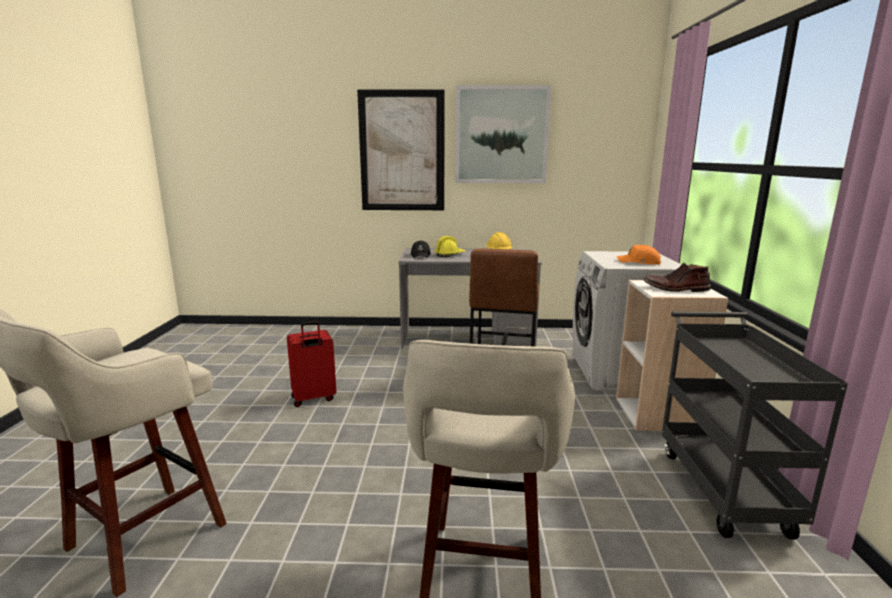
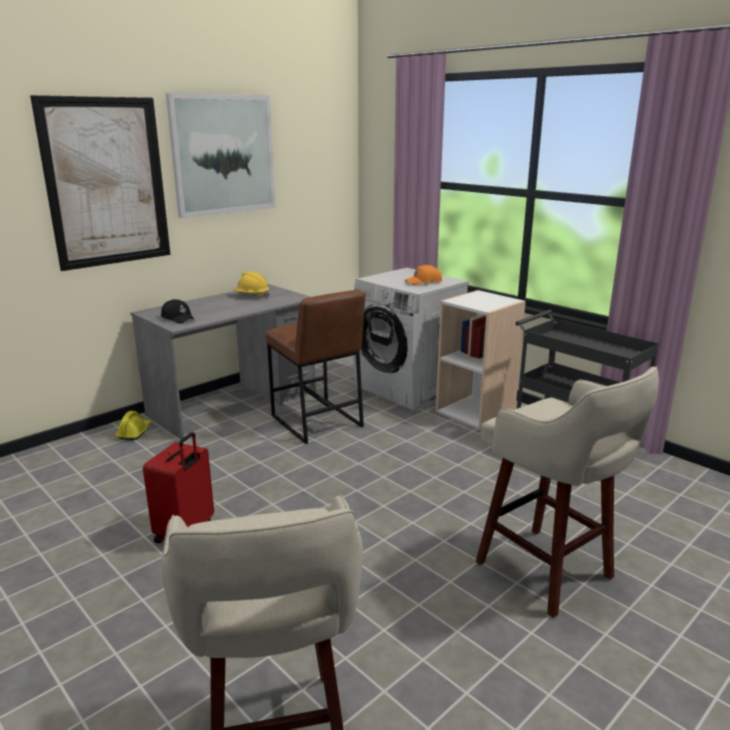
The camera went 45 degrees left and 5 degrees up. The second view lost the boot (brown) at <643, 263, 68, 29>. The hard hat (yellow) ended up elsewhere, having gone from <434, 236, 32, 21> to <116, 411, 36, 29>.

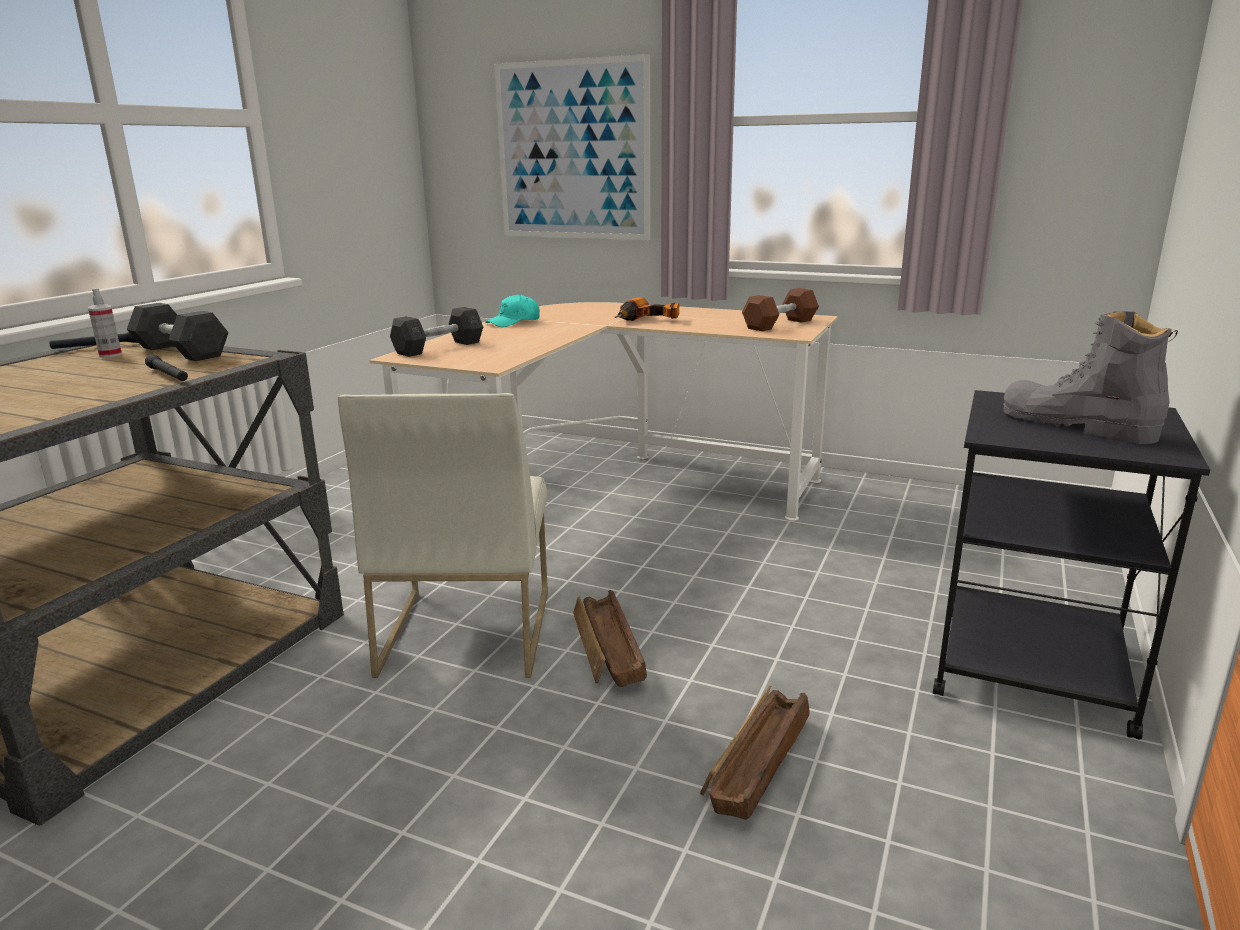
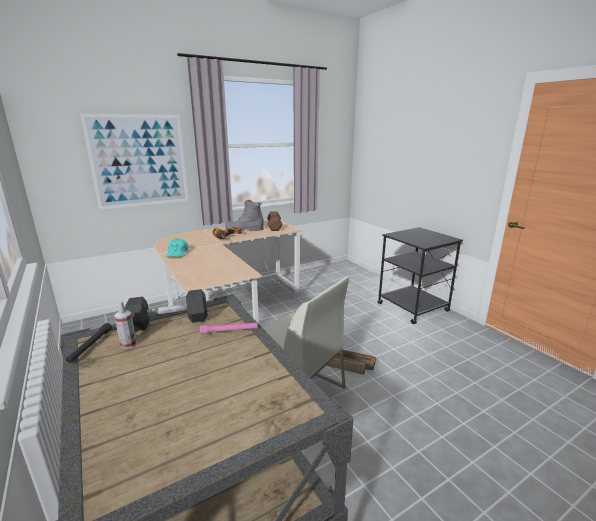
The camera went 55 degrees left and 0 degrees up. The second view lost the dumbbell (grey) at <390, 307, 93, 50>. The second view lost the crate at <700, 686, 109, 134>. The boot (grey) ended up elsewhere, having gone from <1003, 311, 175, 133> to <225, 200, 39, 31>. What was the flashlight (black) at <145, 355, 43, 26> turned into the flashlight (pink) at <200, 323, 58, 11>.

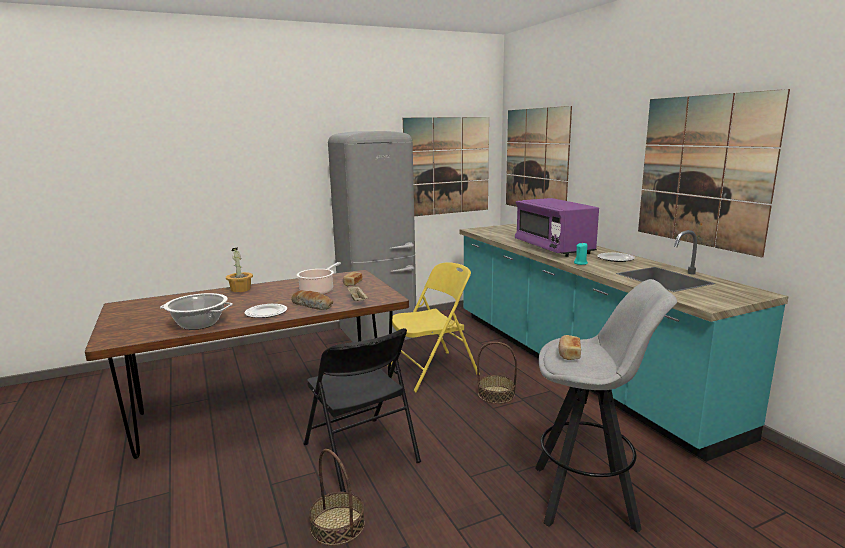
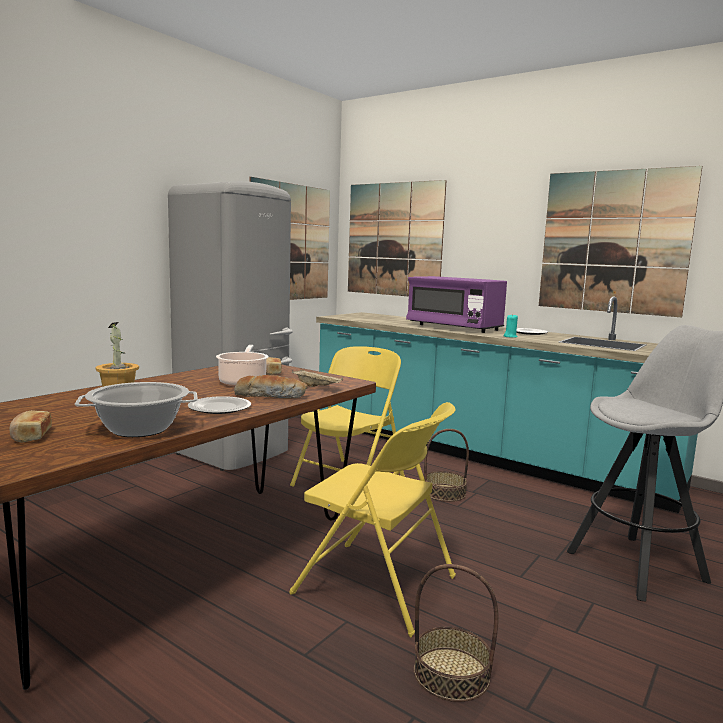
The camera went 30 degrees left and 5 degrees down. The bread ended up elsewhere, having gone from <559, 335, 22, 25> to <10, 410, 42, 33>. What was the chair (black) at <304, 328, 117, 164> turned into the chair (yellow) at <289, 402, 167, 235>.

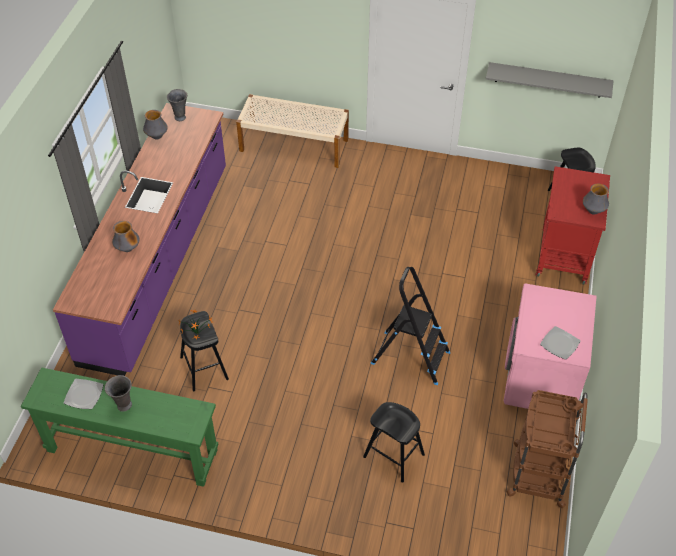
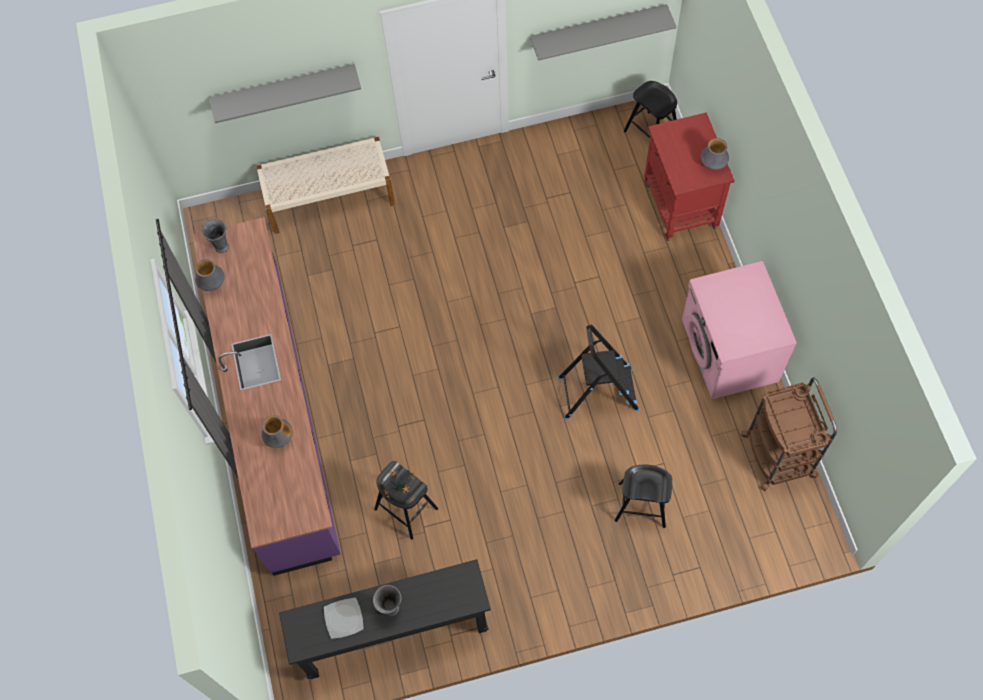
The camera went 25 degrees left and 15 degrees up. The second view lost the plate at <540, 326, 40, 33>. The second view gained the shelf (grey) at <209, 64, 152, 59>. What was the console table (green) at <21, 367, 198, 120> turned into the console table (black) at <279, 559, 212, 120>.

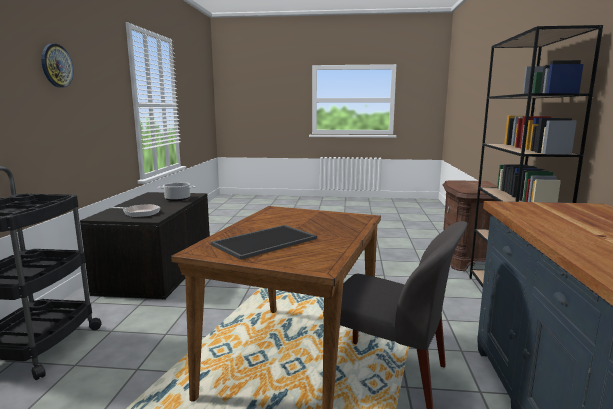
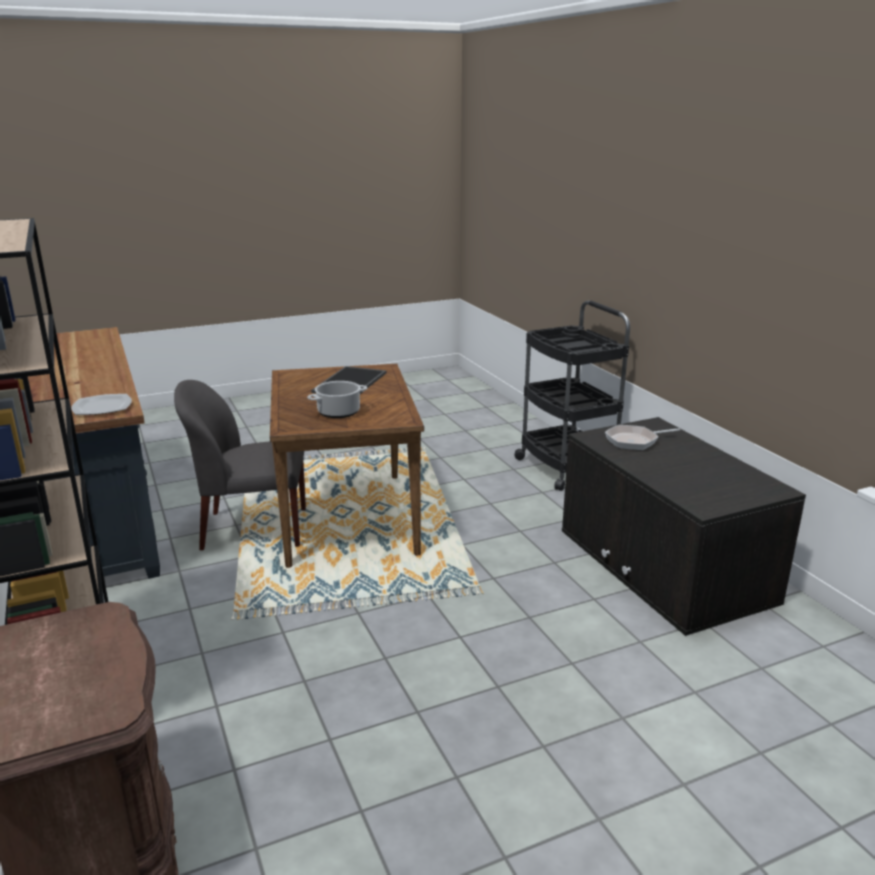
The camera went 150 degrees right and 10 degrees up. The second view lost the wall clock at <41, 44, 32, 44>. The second view gained the plate at <71, 394, 61, 21>. The cooking pot ended up elsewhere, having gone from <158, 182, 38, 19> to <307, 381, 61, 37>.

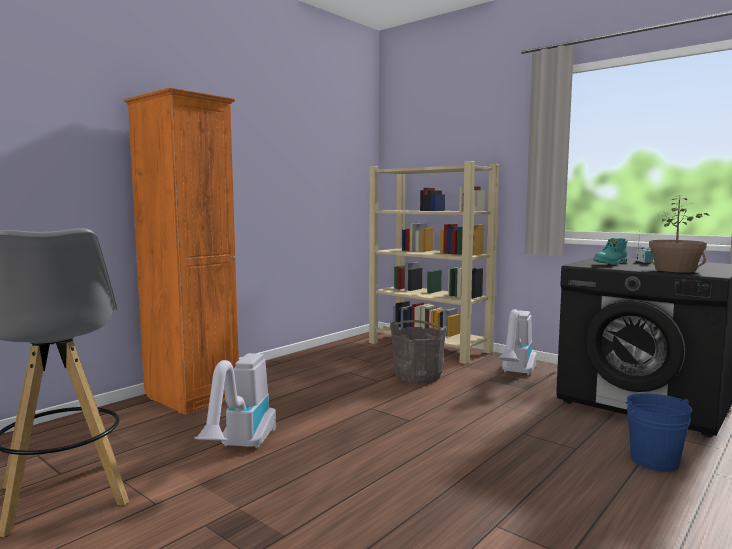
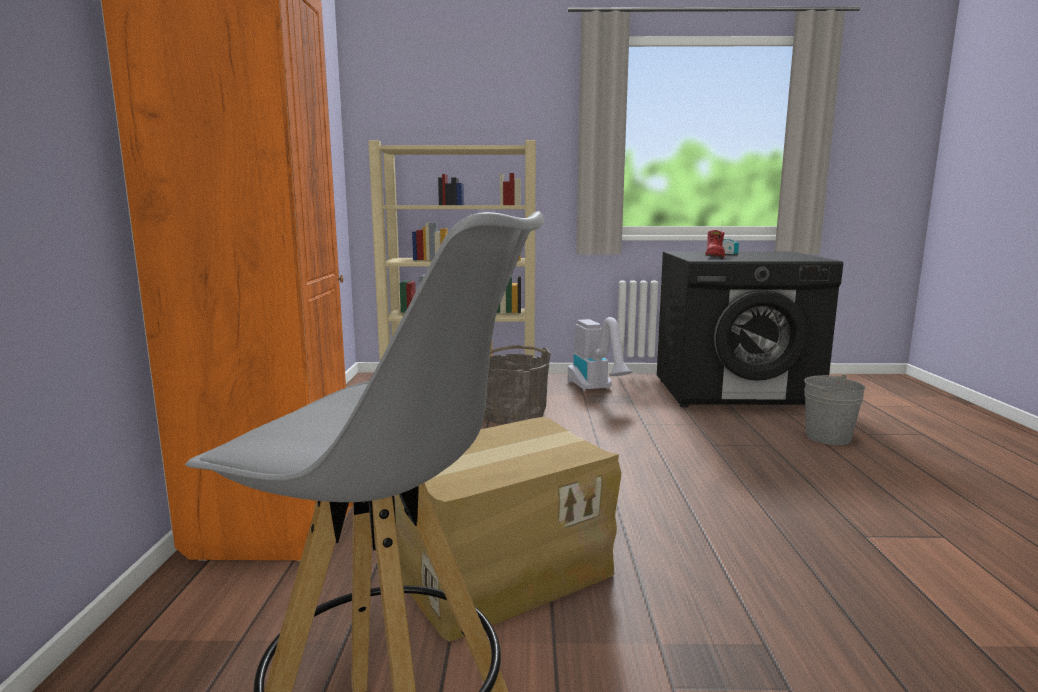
The camera went 40 degrees left and 5 degrees up. The second view lost the potted plant at <647, 195, 63, 77>. Where the vacuum cleaner stood at <195, 353, 81, 95>, the cardboard box came to stand at <394, 417, 227, 225>. What was the boot (turquoise) at <593, 238, 35, 27> turned into the boot (red) at <705, 230, 20, 27>. What was the bucket (blue) at <625, 393, 67, 79> turned into the bucket (grey) at <804, 374, 61, 71>.

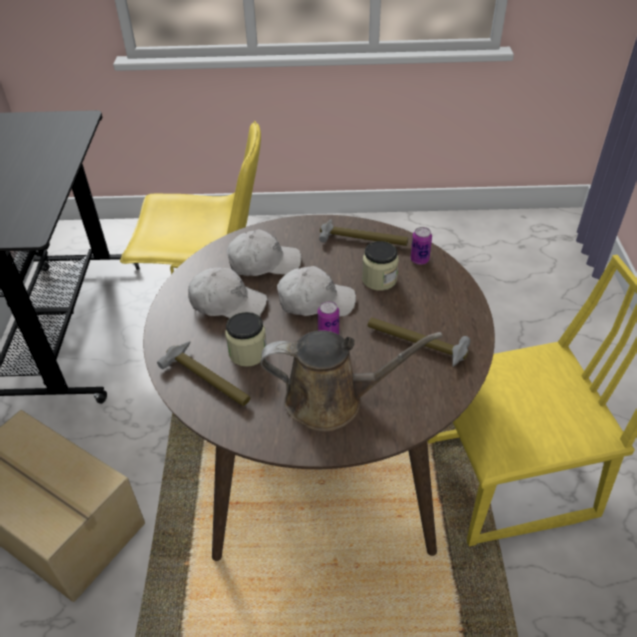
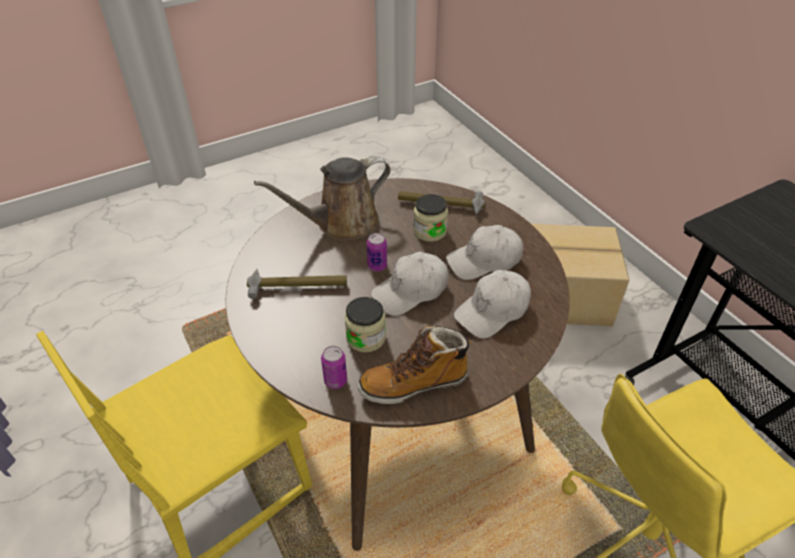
The camera went 150 degrees right and 0 degrees up. Where the hammer stood at <319, 219, 89, 27>, the boot came to stand at <358, 326, 115, 78>.

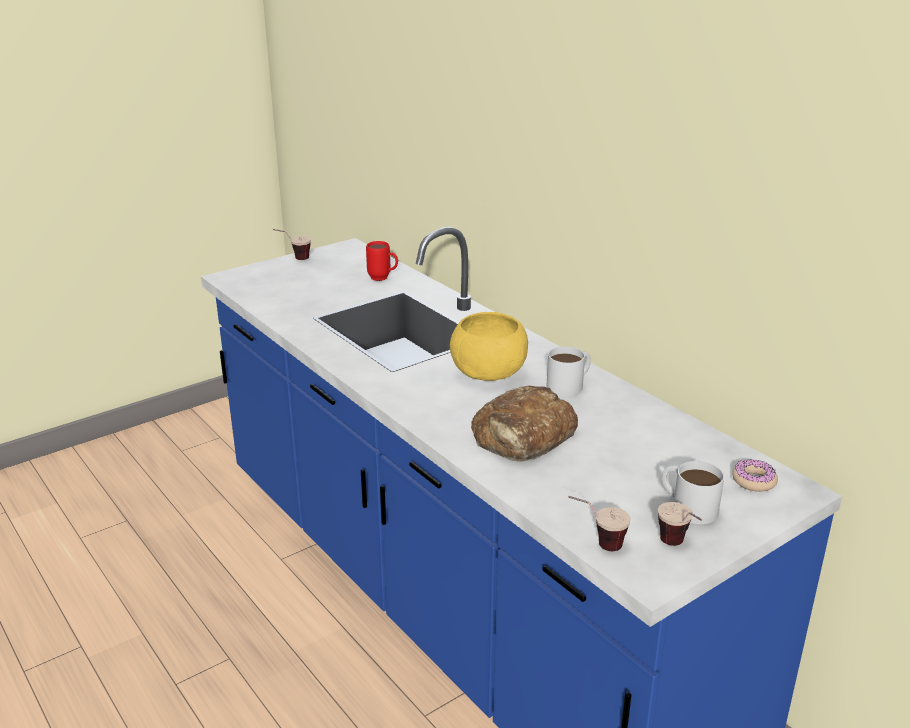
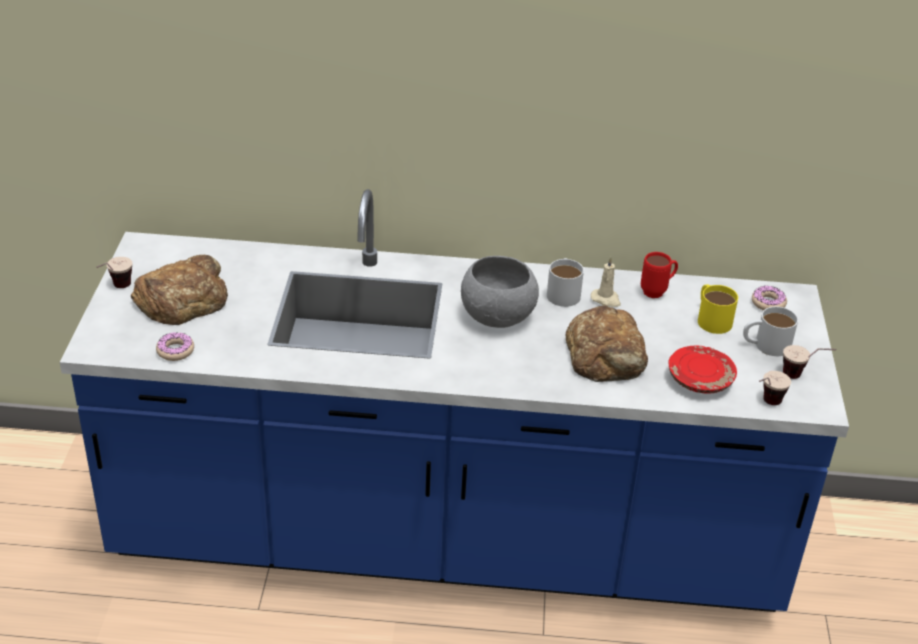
The camera went 50 degrees left and 10 degrees up. The second view gained the bread at <131, 255, 97, 70>. The second view gained the donut at <156, 332, 38, 29>. The second view gained the candle (beige) at <591, 257, 30, 50>. The second view gained the plate (red) at <669, 345, 68, 49>. The second view gained the mug (yellow) at <698, 284, 40, 50>. The mug (red) ended up elsewhere, having gone from <366, 241, 32, 40> to <641, 252, 37, 46>. What was the bowl (yellow) at <450, 312, 78, 69> turned into the bowl (grey) at <461, 256, 78, 72>.

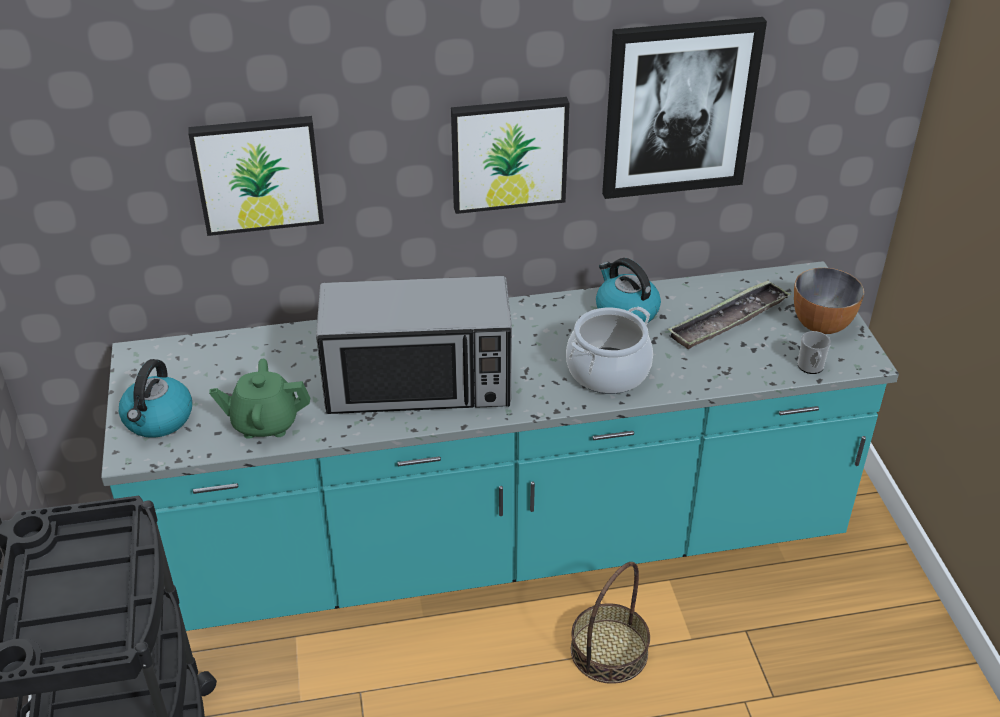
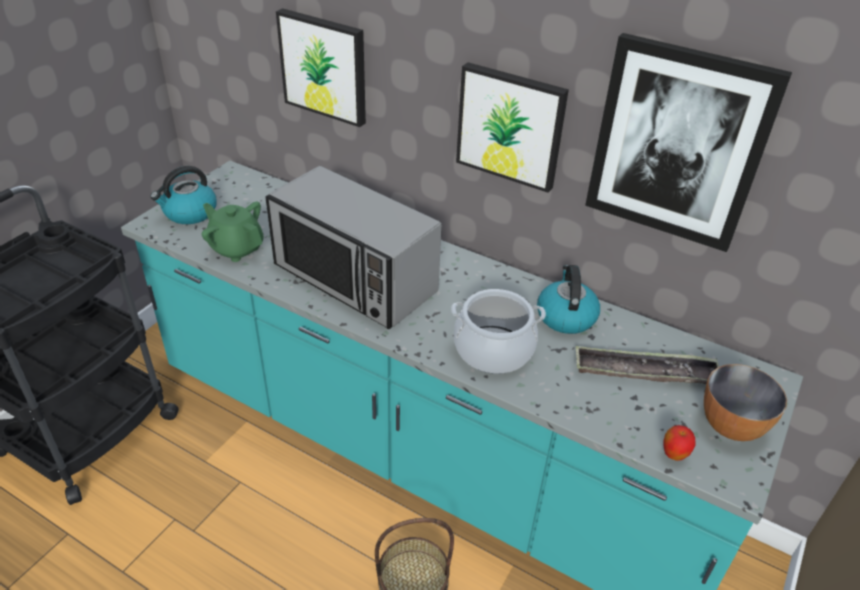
The camera went 40 degrees right and 0 degrees up. Where the mug stood at <797, 331, 34, 43>, the apple came to stand at <663, 425, 32, 36>.

